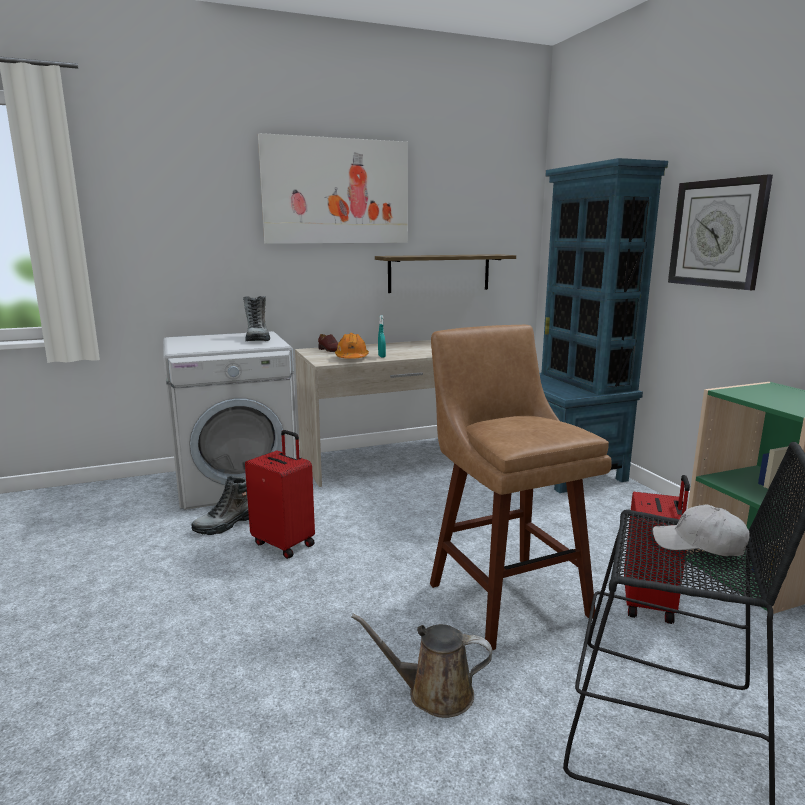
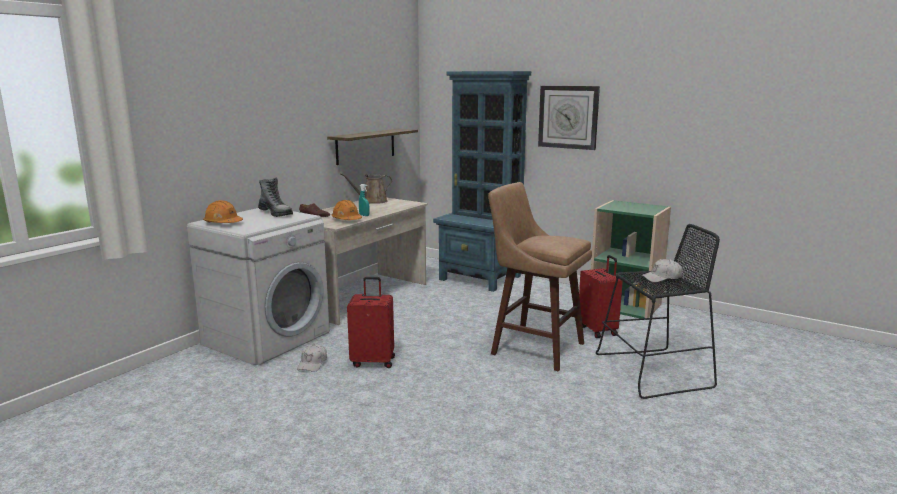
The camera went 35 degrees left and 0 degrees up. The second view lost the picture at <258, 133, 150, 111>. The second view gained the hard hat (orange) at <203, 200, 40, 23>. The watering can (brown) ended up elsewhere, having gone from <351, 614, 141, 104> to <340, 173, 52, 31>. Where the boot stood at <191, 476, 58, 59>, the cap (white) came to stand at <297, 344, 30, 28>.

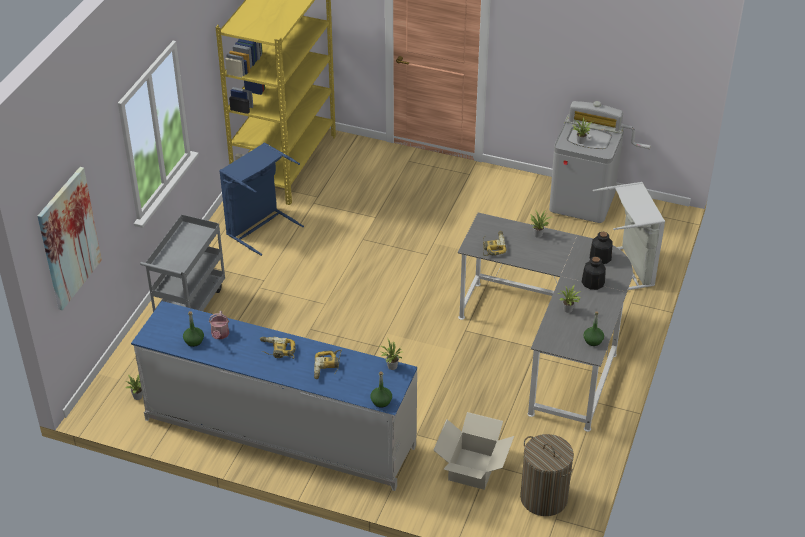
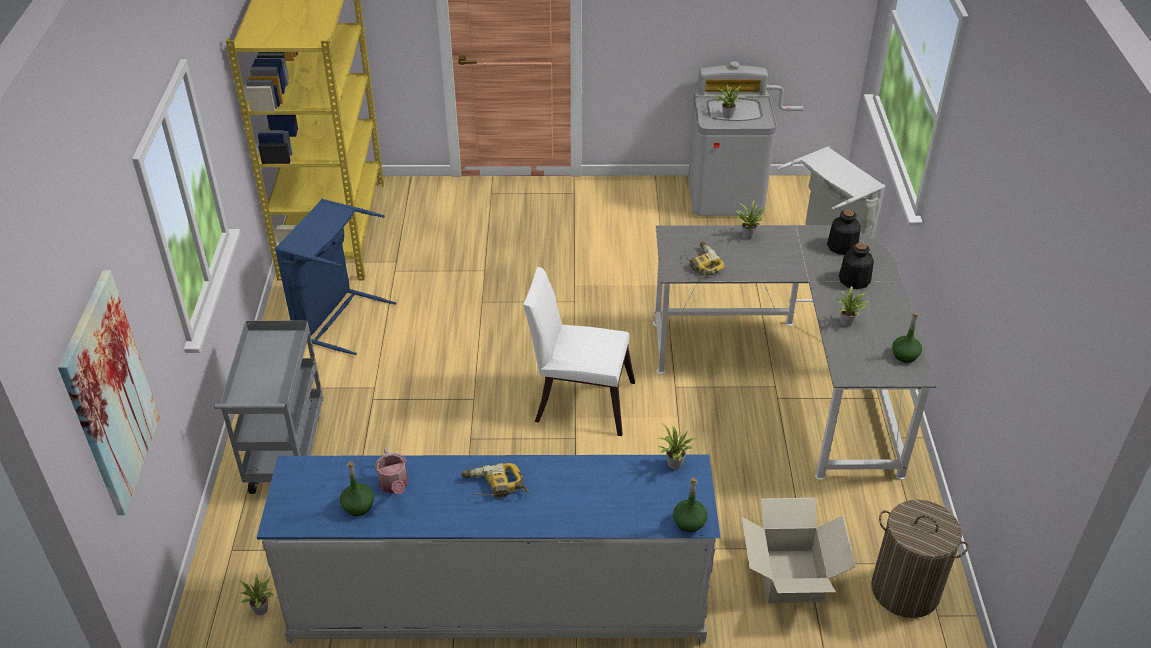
The camera went 20 degrees left and 0 degrees up. The second view lost the power drill at <314, 350, 28, 29>. The second view gained the chair (white) at <523, 267, 112, 169>.

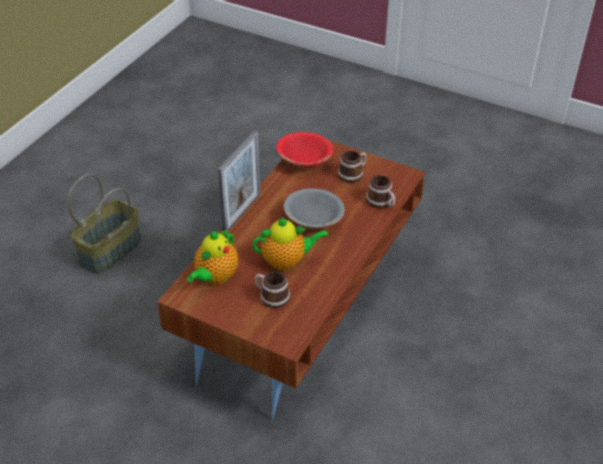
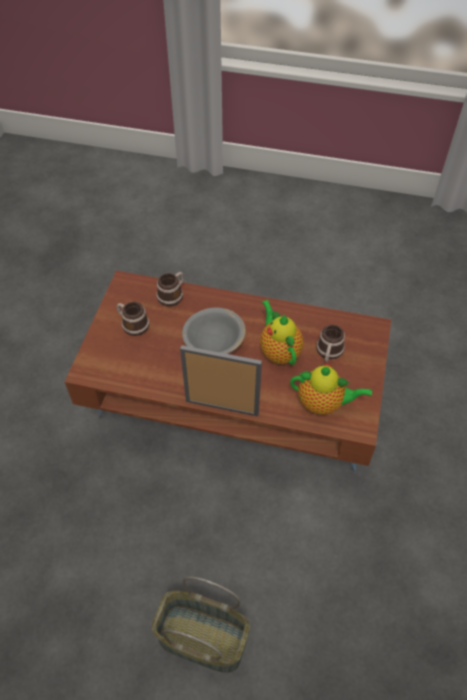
The camera went 105 degrees left and 10 degrees up. The second view lost the bowl (red) at <276, 132, 57, 35>.

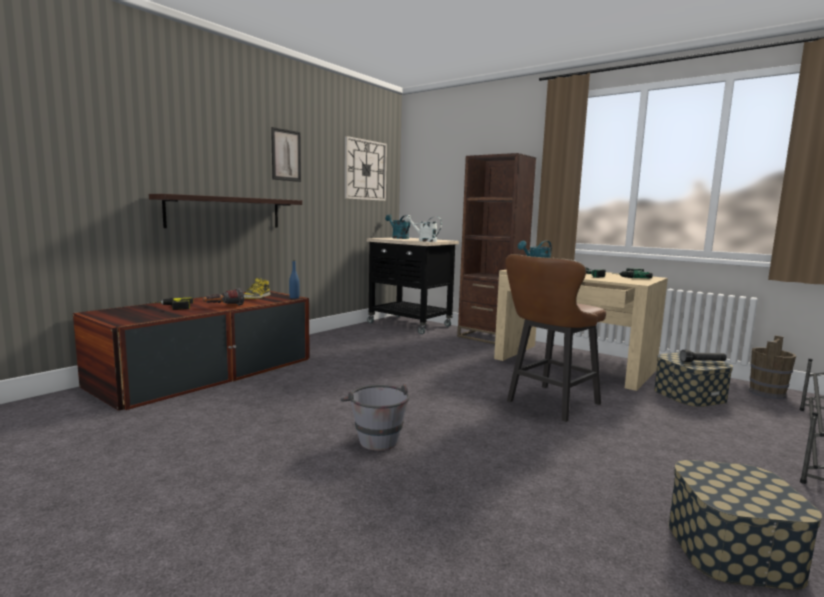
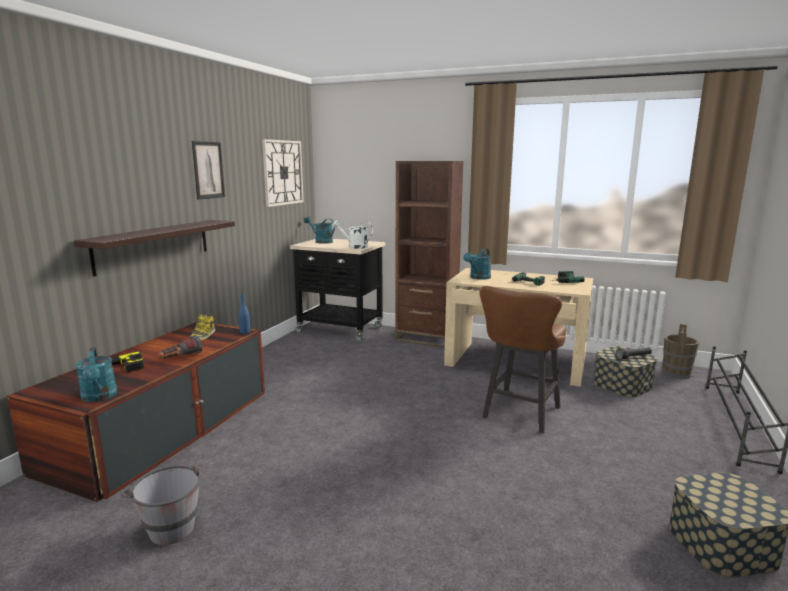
The camera went 15 degrees left and 5 degrees up. The second view gained the watering can (turquoise) at <75, 347, 42, 55>. The bucket (grey) ended up elsewhere, having gone from <341, 384, 69, 67> to <121, 464, 80, 81>.

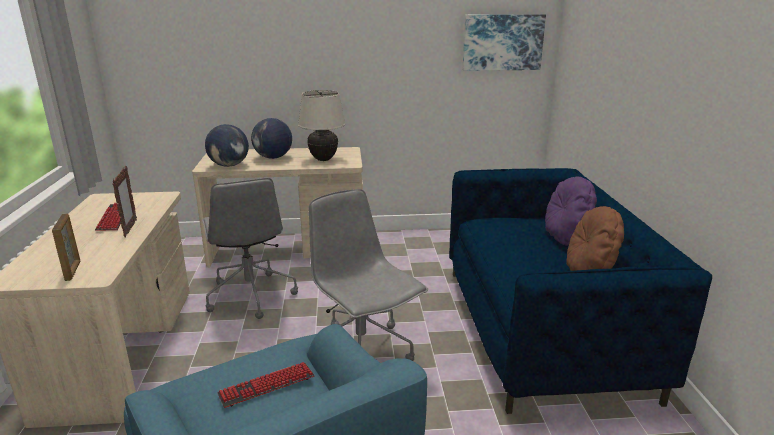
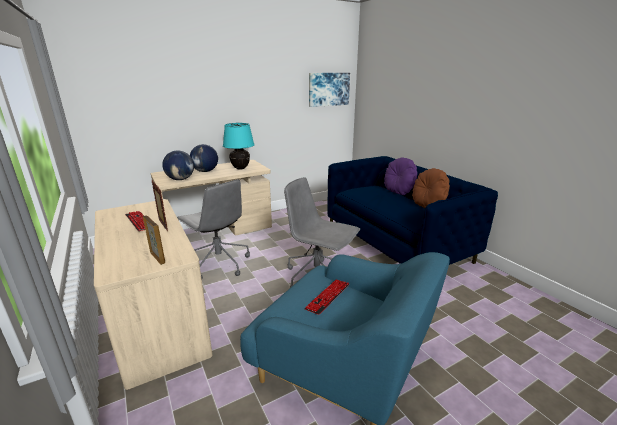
The camera went 25 degrees left and 0 degrees up. What was the table lamp (beige) at <298, 90, 48, 71> turned into the table lamp (turquoise) at <223, 123, 32, 47>.

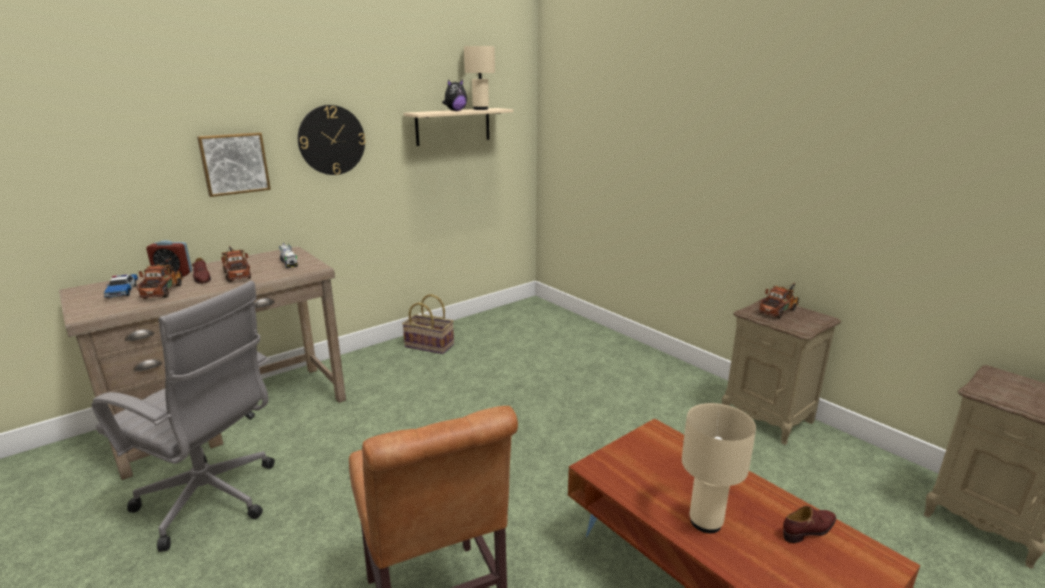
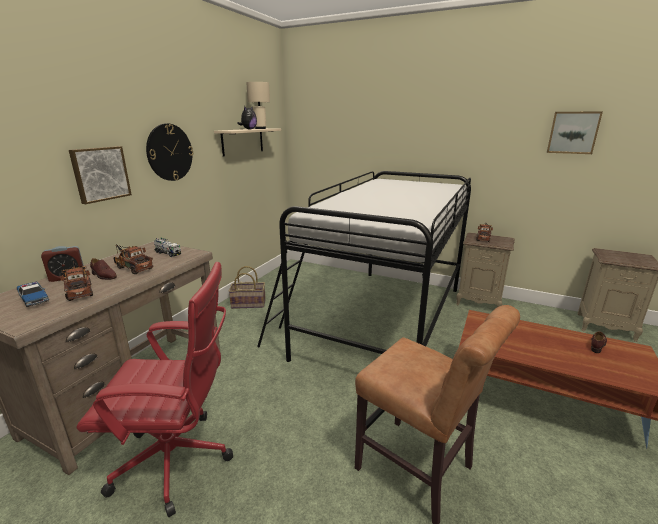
The camera went 25 degrees left and 0 degrees up. The second view lost the table lamp (beige) at <682, 403, 74, 130>. The second view gained the bed (black) at <257, 171, 214, 191>. The second view gained the picture at <547, 112, 56, 42>. What was the office chair (grey) at <91, 281, 184, 271> turned into the office chair (red) at <77, 262, 156, 255>.

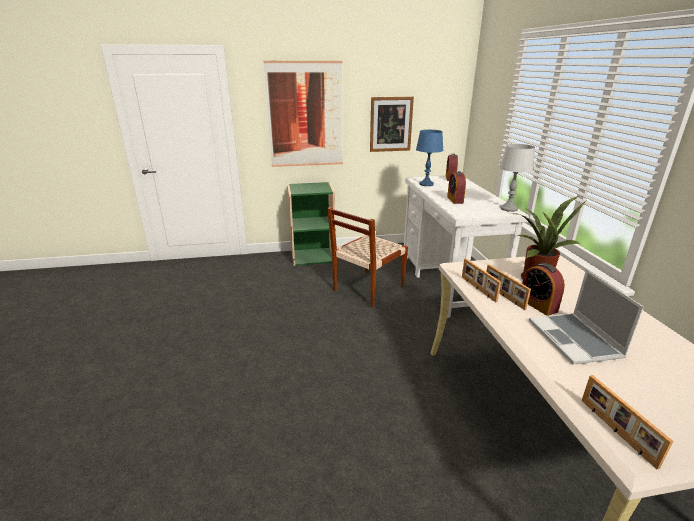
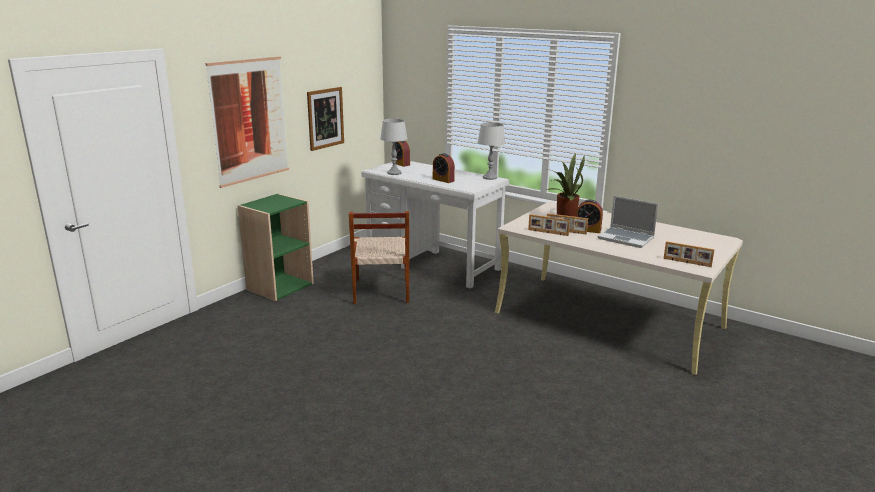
The camera went 45 degrees left and 5 degrees down. What was the table lamp (blue) at <416, 130, 27, 56> turned into the table lamp (grey) at <380, 119, 28, 56>.

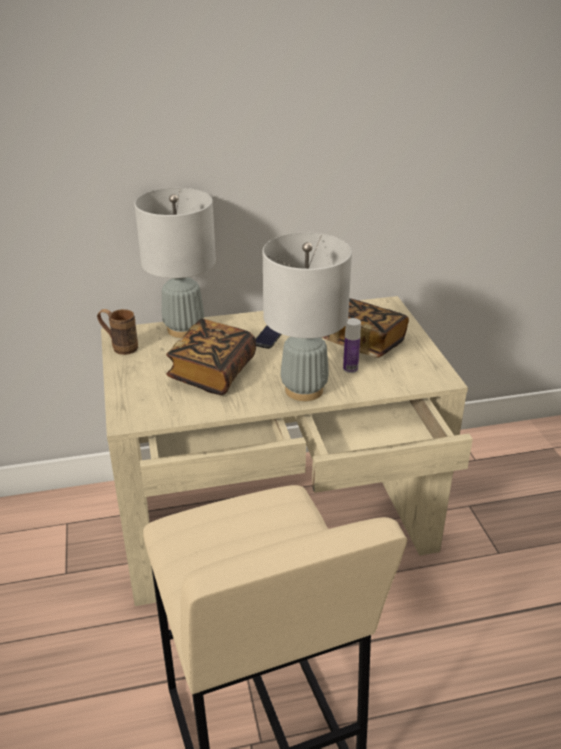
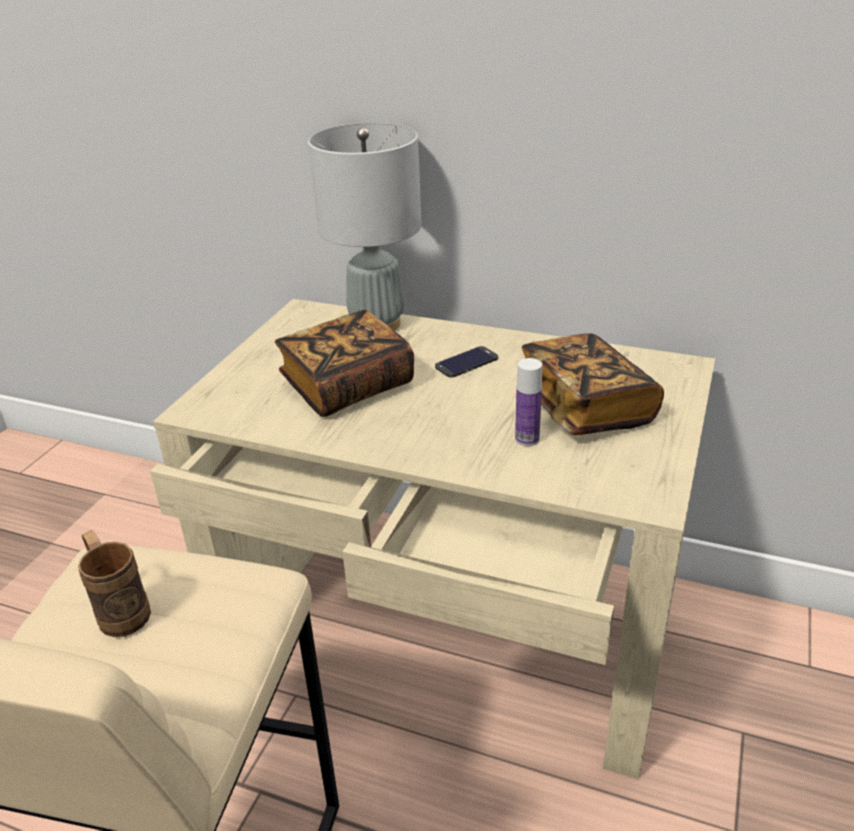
The camera went 35 degrees right and 0 degrees up. The second view lost the table lamp (grey) at <263, 233, 89, 168>. The mug (brown) ended up elsewhere, having gone from <97, 309, 41, 46> to <78, 530, 73, 107>.

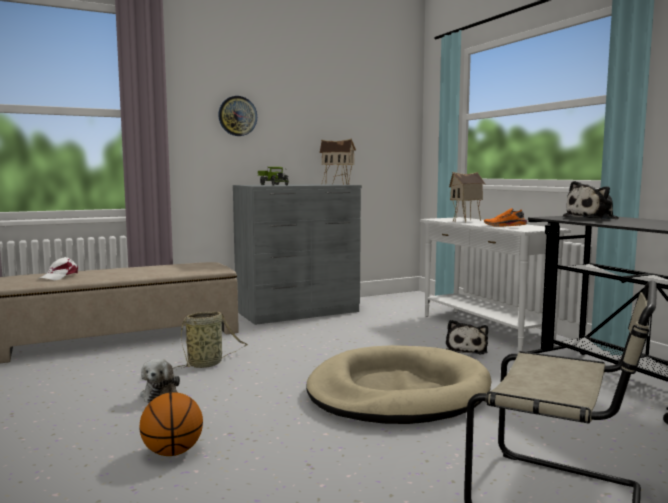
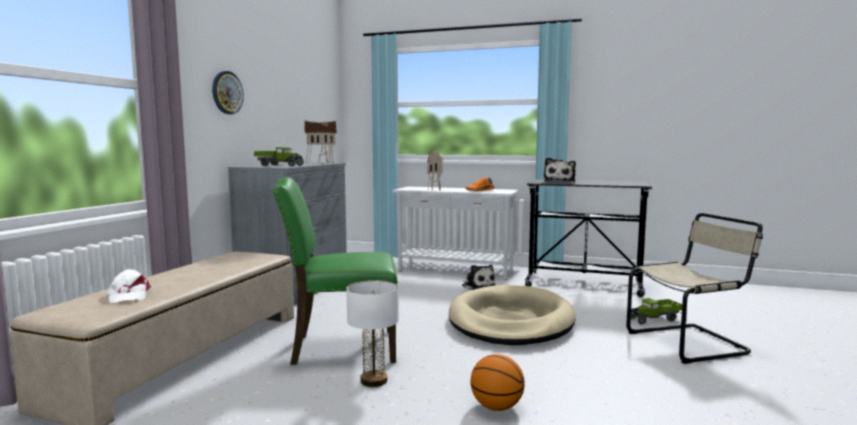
The camera went 45 degrees left and 0 degrees up. The second view gained the toy truck at <631, 298, 51, 27>. Where the plush toy stood at <140, 359, 40, 44>, the table lamp came to stand at <346, 280, 53, 107>. Where the basket stood at <174, 311, 74, 57>, the chair (green) came to stand at <272, 177, 125, 188>.

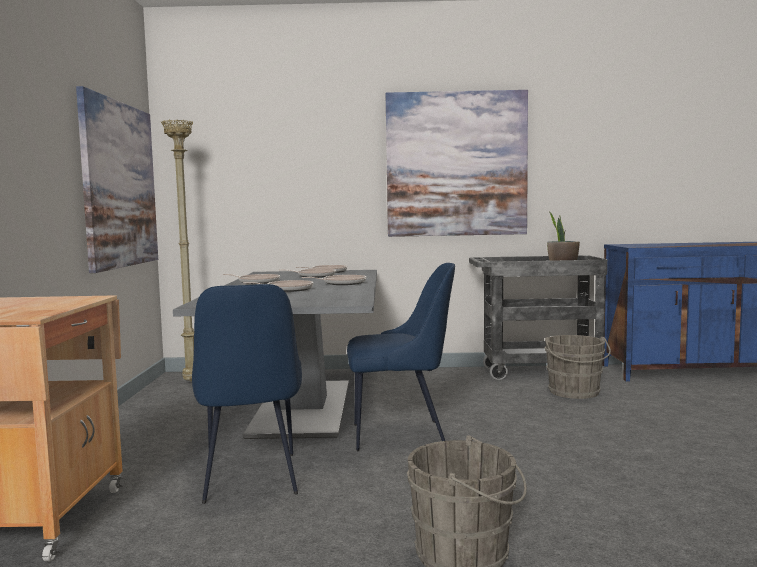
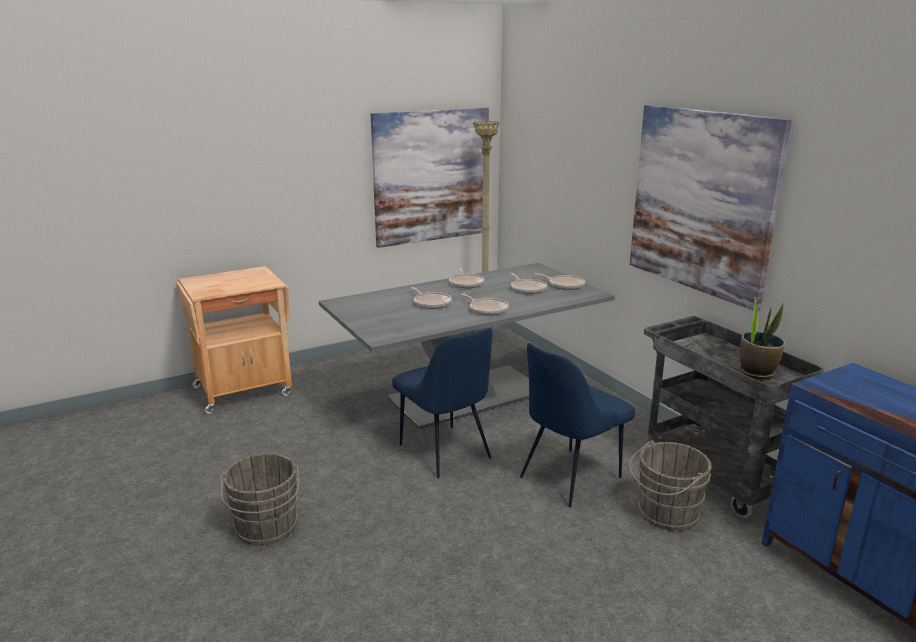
The camera went 60 degrees right and 15 degrees up. The chair (blue) ended up elsewhere, having gone from <192, 284, 110, 220> to <520, 343, 115, 165>.

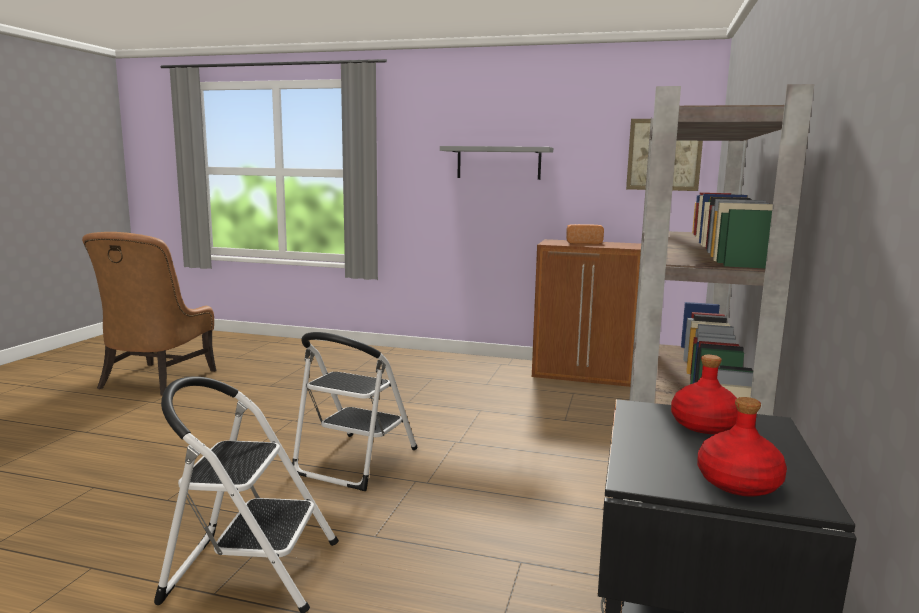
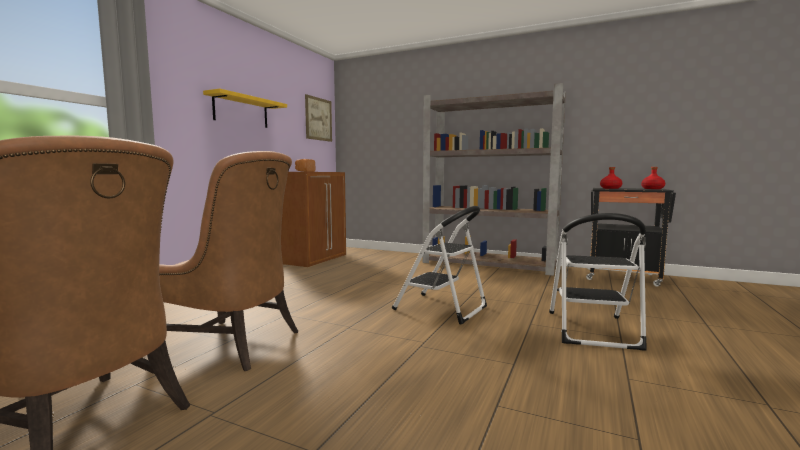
The camera went 80 degrees left and 5 degrees down. The second view gained the chair (brown) at <159, 151, 139, 220>. What was the shelf (grey) at <440, 146, 113, 34> turned into the shelf (yellow) at <203, 89, 84, 39>.

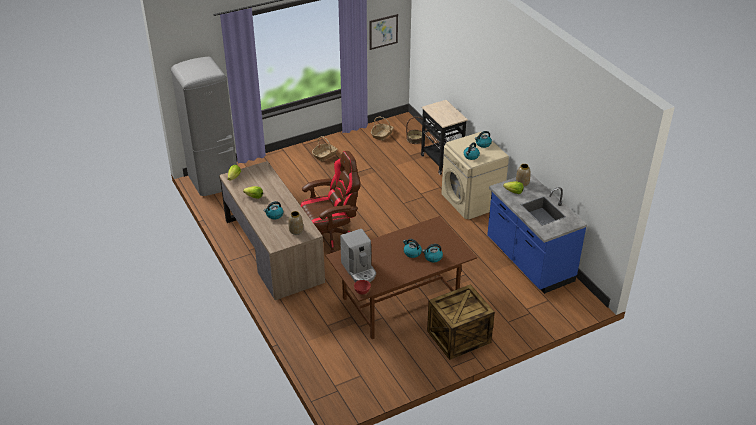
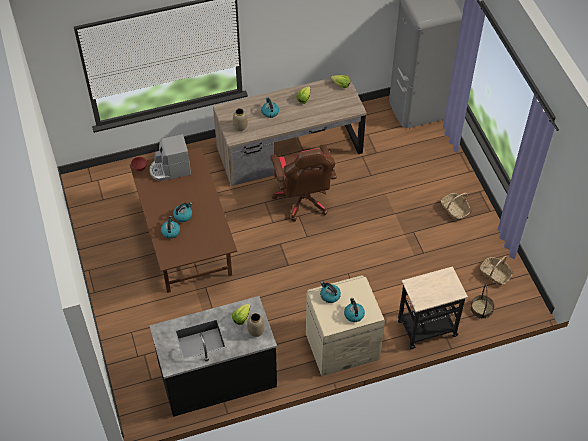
The camera went 100 degrees right and 15 degrees up. The second view lost the picture at <369, 14, 29, 36>. The second view lost the crate at <427, 284, 68, 76>. What was the counter (blue) at <487, 174, 100, 120> turned into the counter (black) at <149, 296, 128, 121>.

